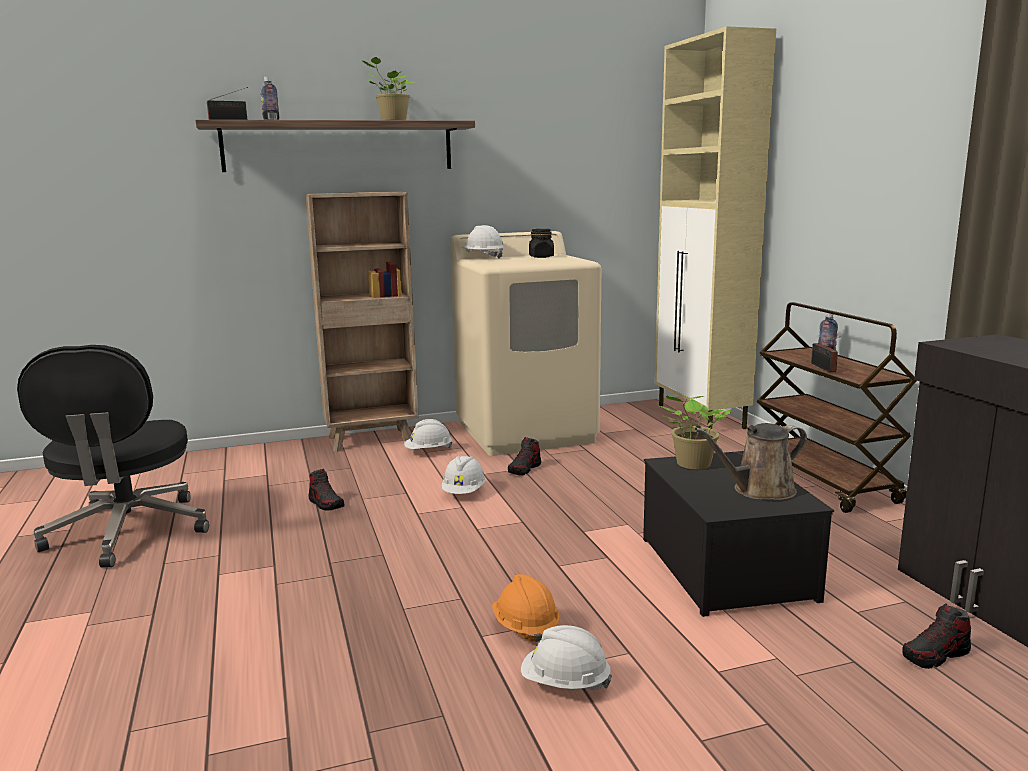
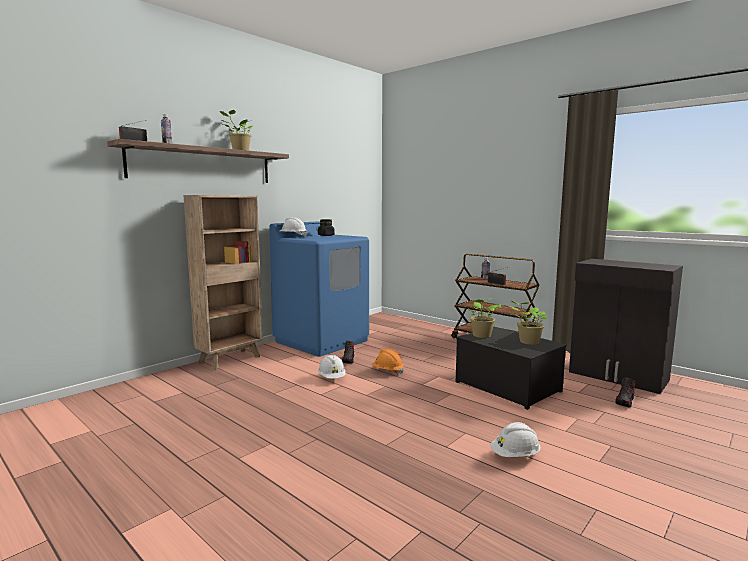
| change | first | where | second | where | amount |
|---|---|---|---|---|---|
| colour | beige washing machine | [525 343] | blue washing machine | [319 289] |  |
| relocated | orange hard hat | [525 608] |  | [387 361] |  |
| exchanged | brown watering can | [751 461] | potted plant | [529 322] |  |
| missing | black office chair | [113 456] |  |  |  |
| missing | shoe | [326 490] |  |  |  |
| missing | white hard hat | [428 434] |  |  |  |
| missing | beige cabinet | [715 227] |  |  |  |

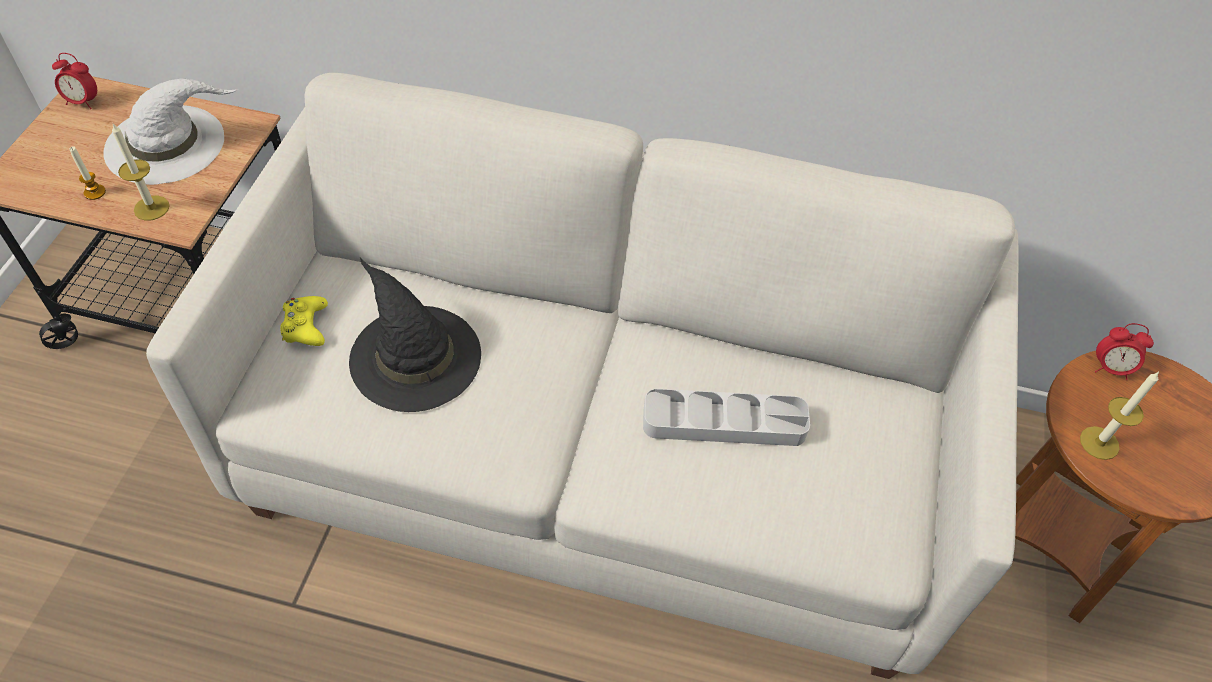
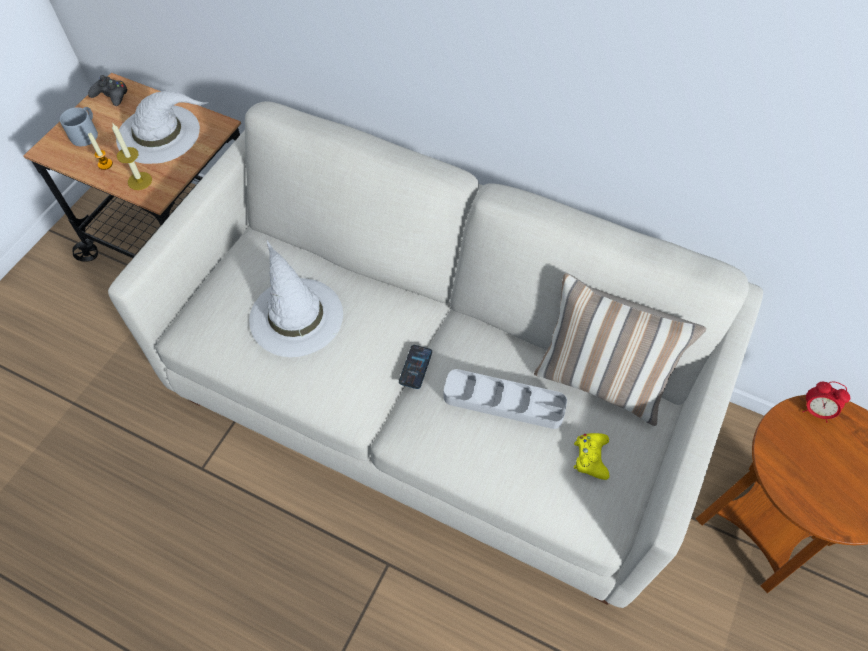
| change | first | where | second | where | amount |
|---|---|---|---|---|---|
| appeared |  |  | grey mug | [79 126] |  |
| exchanged | alarm clock | [74 81] | black game controller | [107 90] |  |
| colour | black hat | [415 335] | white hat | [296 298] |  |
| appeared |  |  | phone | [415 367] |  |
| appeared |  |  | pillow | [620 349] |  |
| relocated | yellow game controller | [304 321] |  | [591 456] |  |
| missing | candle | [1119 415] |  |  |  |

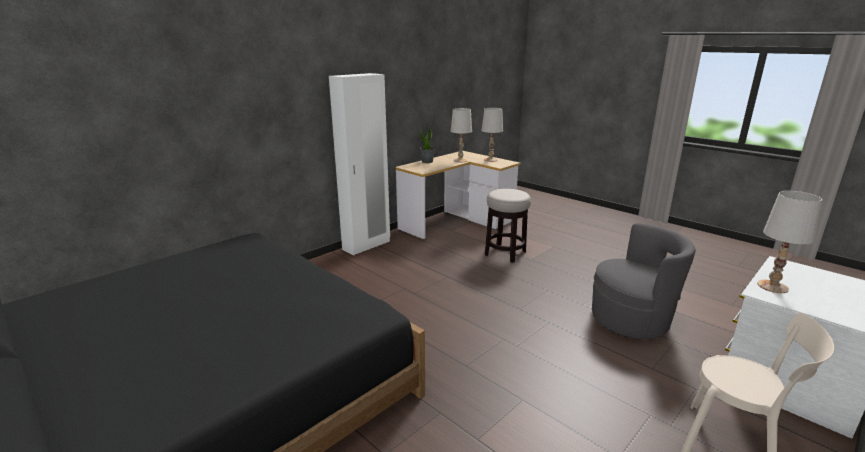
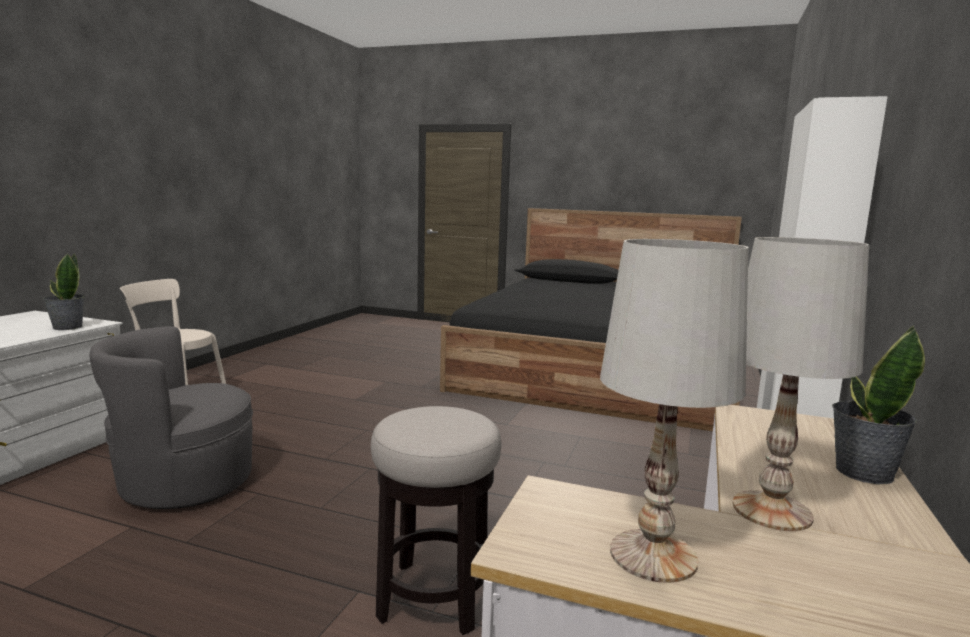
| change | first | where | second | where | amount |
|---|---|---|---|---|---|
| exchanged | white table lamp | [789 242] | potted plant | [64 291] |  |

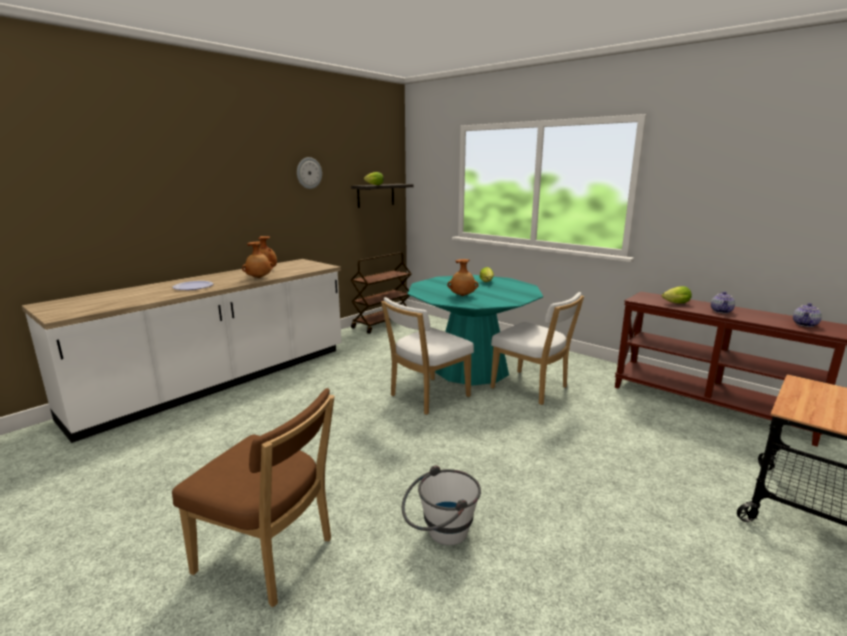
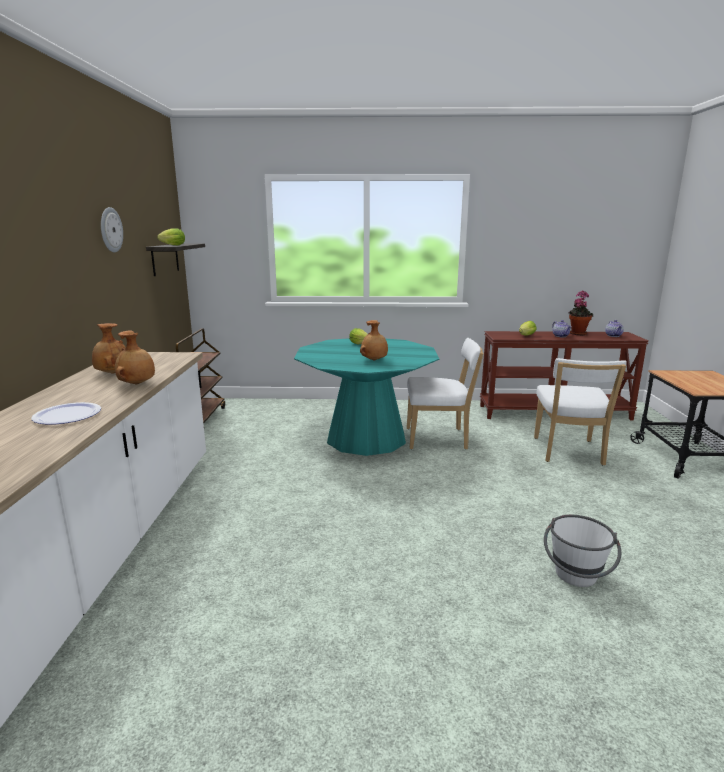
| change | first | where | second | where | amount |
|---|---|---|---|---|---|
| relocated | white chair | [427 356] |  | [580 411] |  |
| appeared |  |  | potted plant | [581 312] |  |
| missing | brown chair | [253 497] |  |  |  |

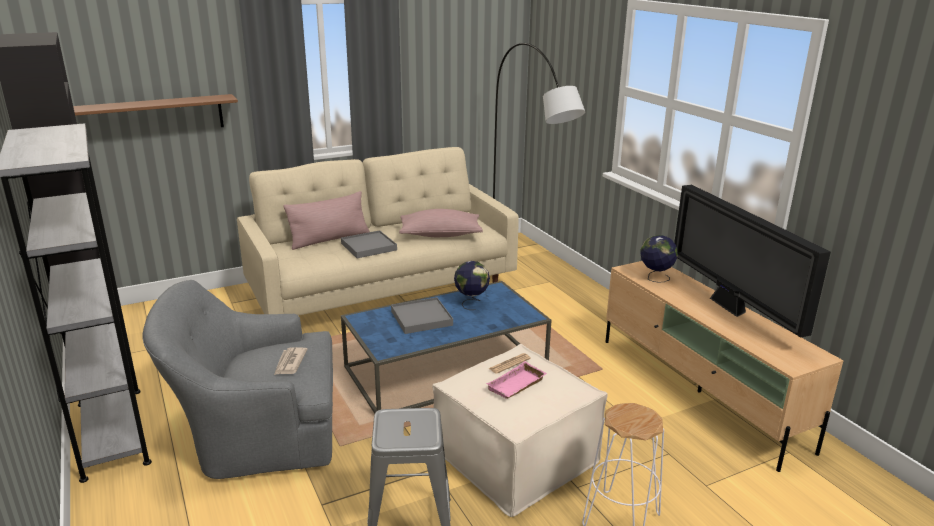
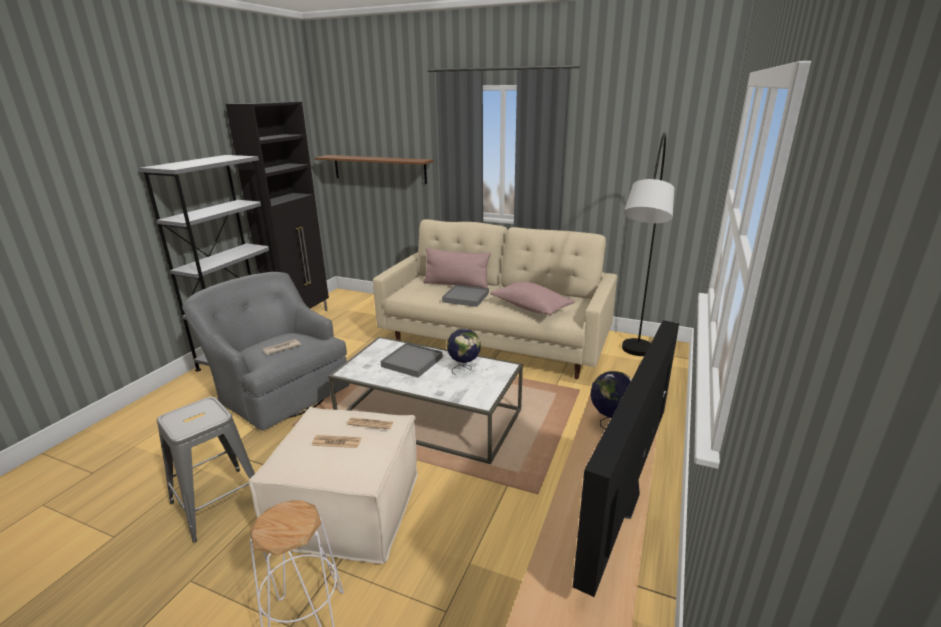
| change | first | where | second | where | amount |
|---|---|---|---|---|---|
| exchanged | pink tray | [516 380] | newspaper | [336 441] |  |
| colour | blue coffee table | [446 347] | white coffee table | [425 400] |  |

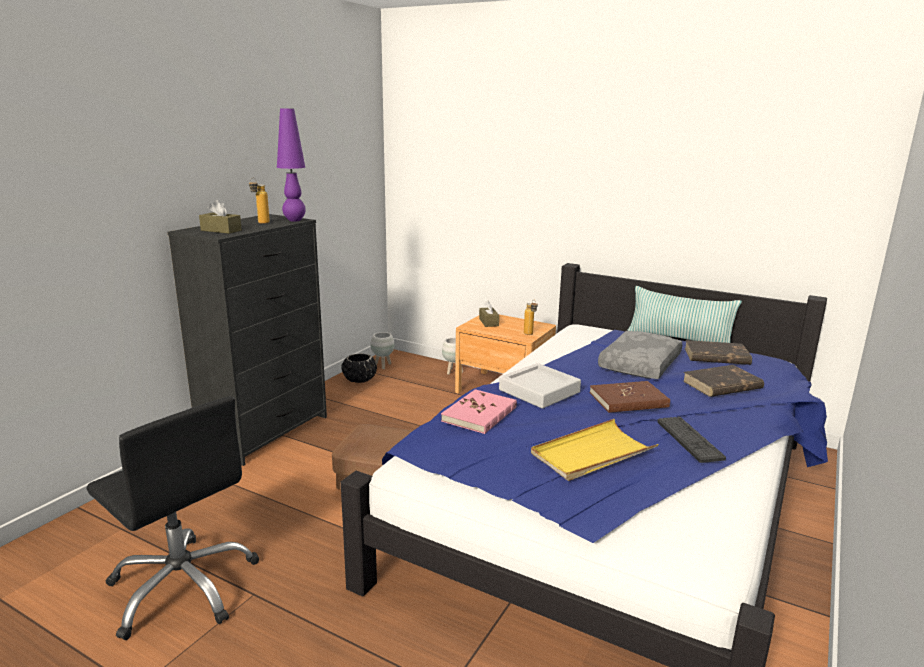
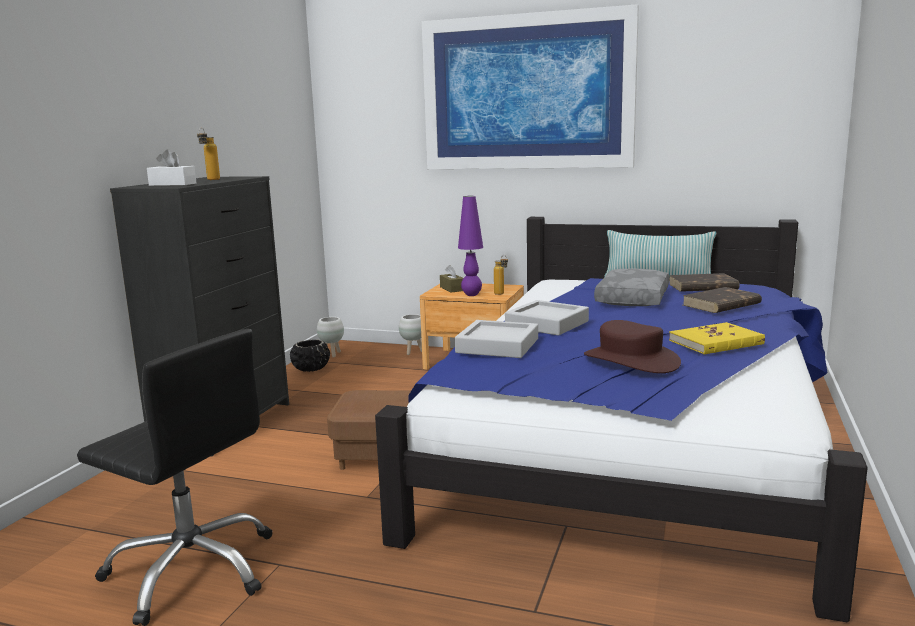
| change | first | where | second | where | amount |
|---|---|---|---|---|---|
| colour | brown tissue box | [220 217] | white tissue box | [171 167] |  |
| appeared |  |  | picture | [530 86] |  |
| exchanged | pink book | [479 411] | grey tray | [496 339] |  |
| relocated | purple table lamp | [291 165] |  | [470 246] |  |
| exchanged | yellow tray | [595 450] | brown hat | [632 346] |  |
| exchanged | keyboard | [691 440] | yellow book | [717 338] |  |
| missing | brown book | [630 397] |  |  |  |

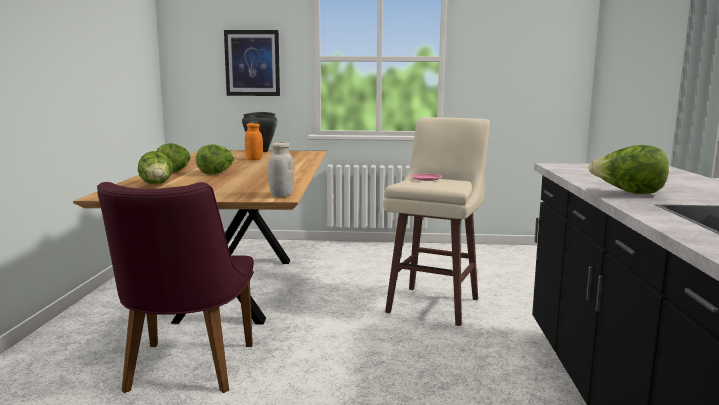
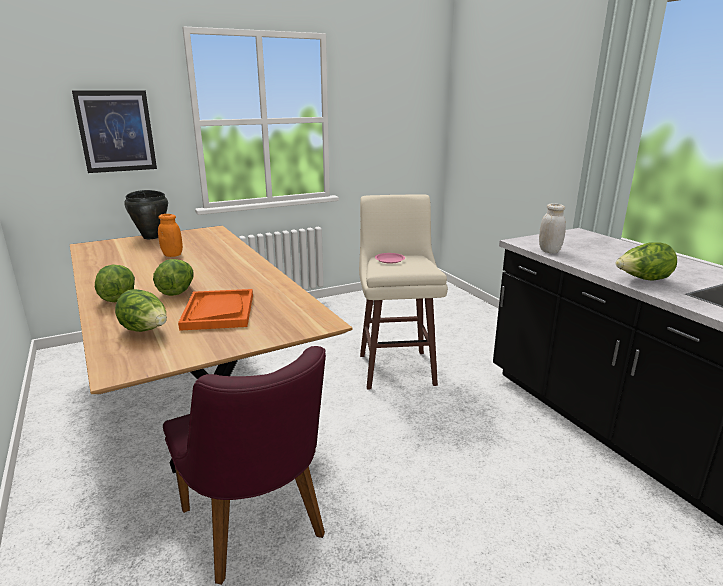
| change | first | where | second | where | amount |
|---|---|---|---|---|---|
| appeared |  |  | orange tray | [215 310] |  |
| relocated | white jar | [281 169] |  | [552 228] |  |

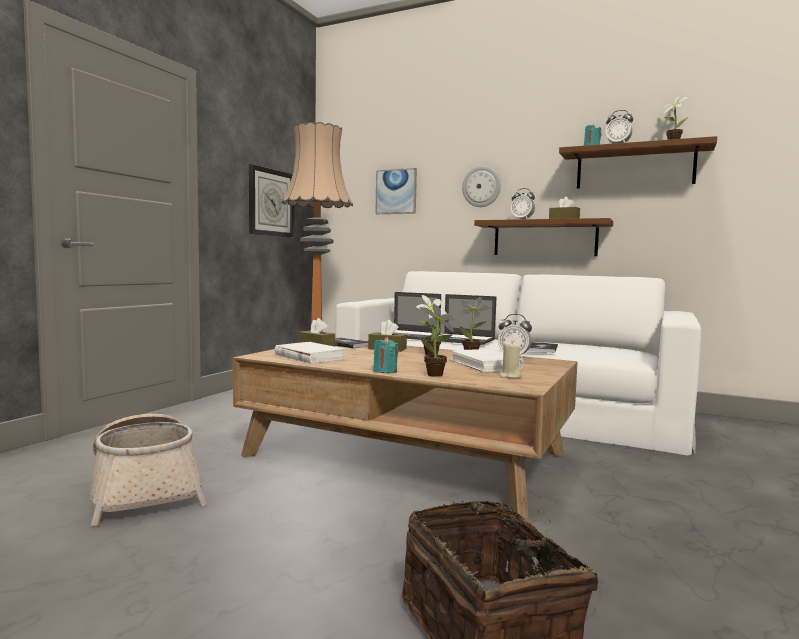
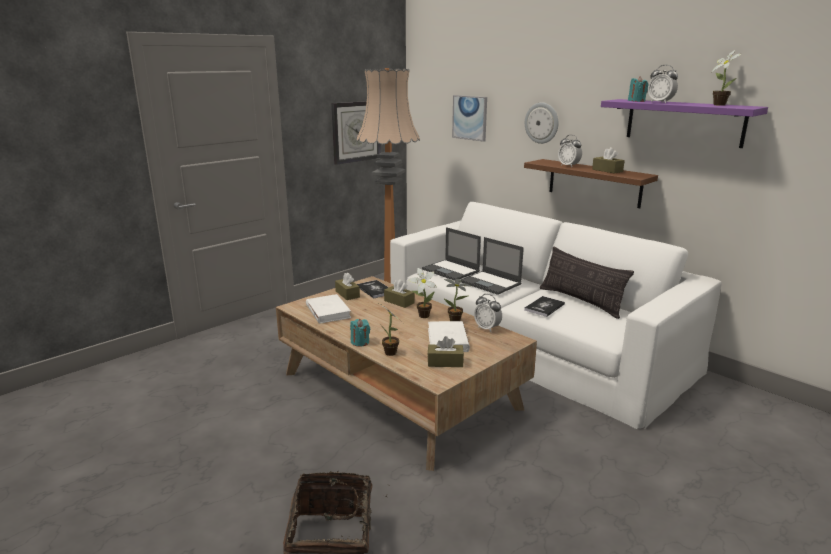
| change | first | where | second | where | amount |
|---|---|---|---|---|---|
| exchanged | beige candle | [510 360] | brown tissue box | [445 351] |  |
| appeared |  |  | pillow | [587 283] |  |
| colour | brown shelf | [638 162] | purple shelf | [684 123] |  |
| missing | basket | [148 470] |  |  |  |

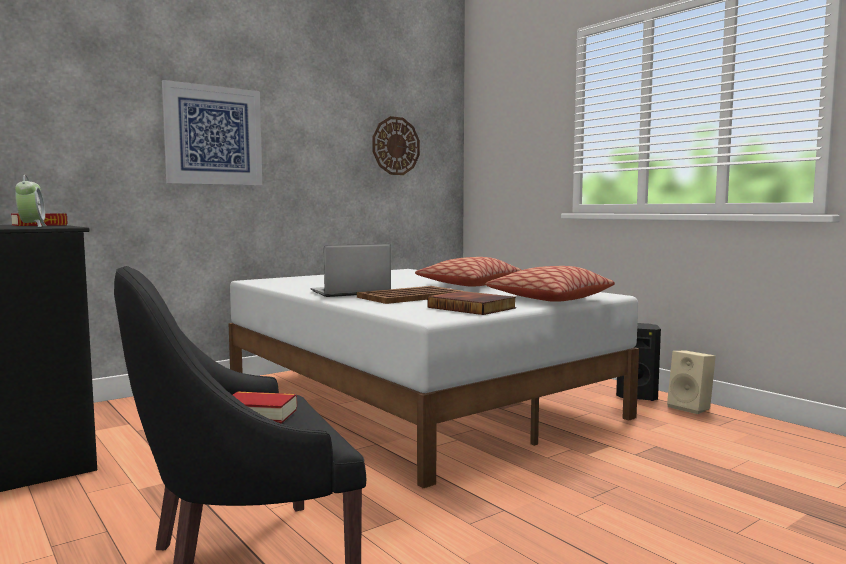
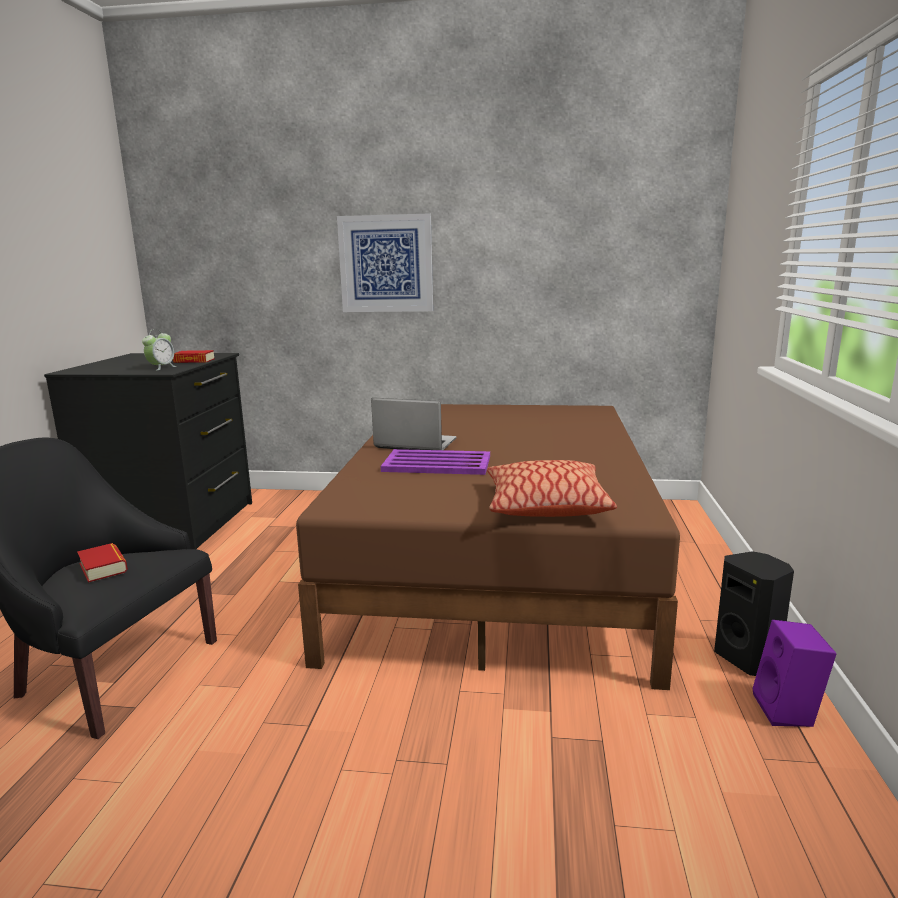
| change | first | where | second | where | amount |
|---|---|---|---|---|---|
| colour | white bed | [433 378] | brown bed | [488 547] |  |
| colour | brown tray | [409 295] | purple tray | [435 462] |  |
| colour | beige speaker | [691 382] | purple speaker | [794 673] |  |
| missing | wall clock | [396 145] |  |  |  |
| missing | pillow | [468 272] |  |  |  |
| missing | book | [471 303] |  |  |  |

